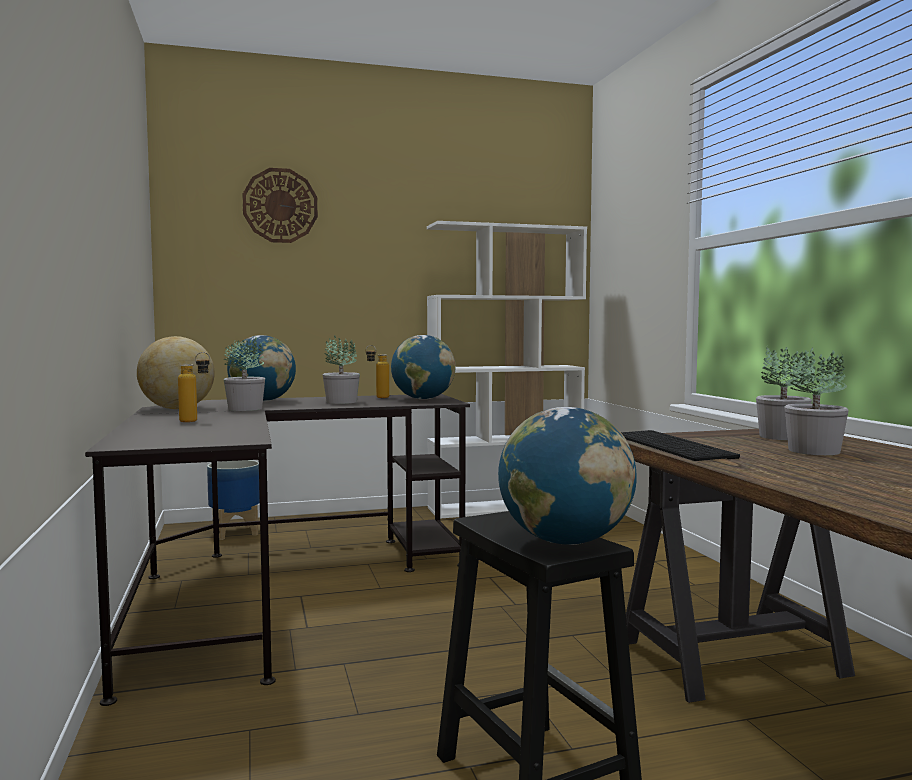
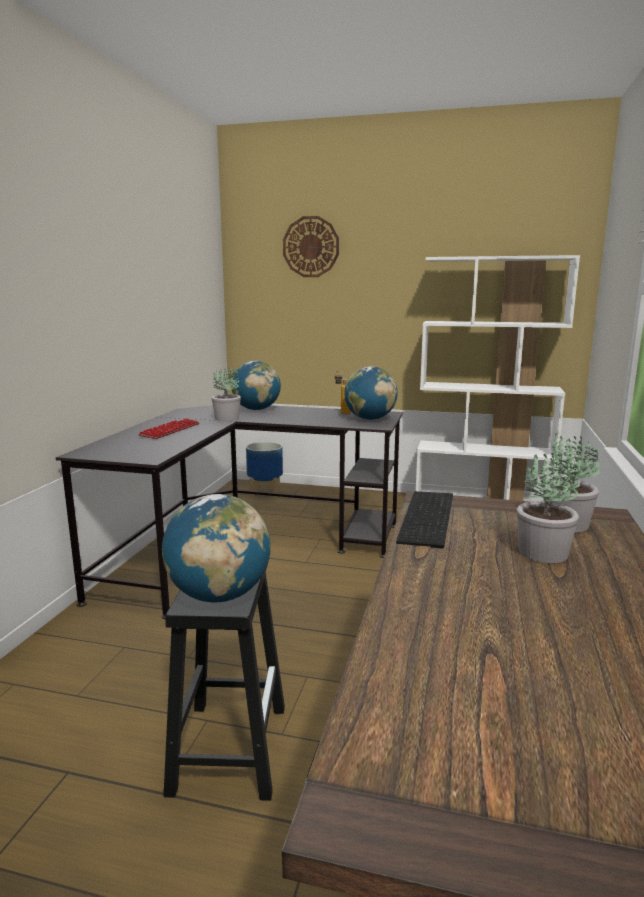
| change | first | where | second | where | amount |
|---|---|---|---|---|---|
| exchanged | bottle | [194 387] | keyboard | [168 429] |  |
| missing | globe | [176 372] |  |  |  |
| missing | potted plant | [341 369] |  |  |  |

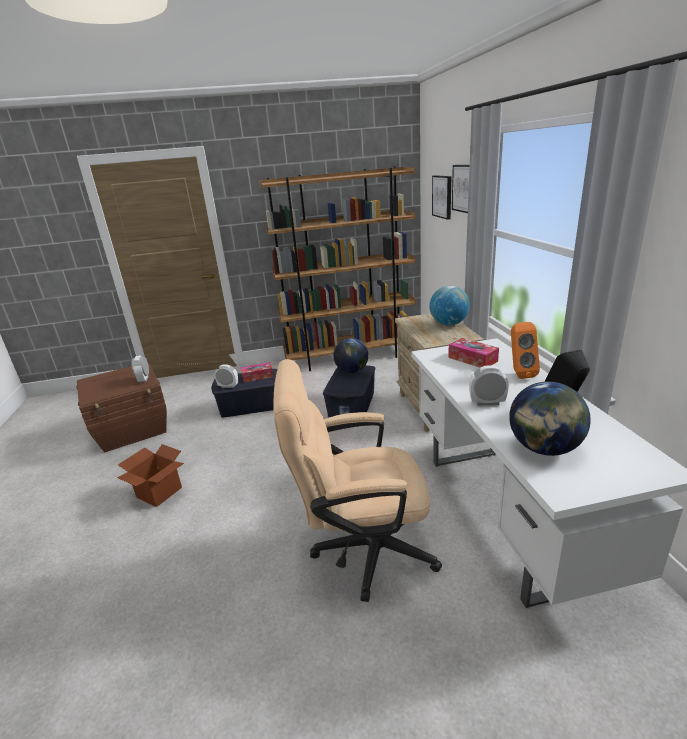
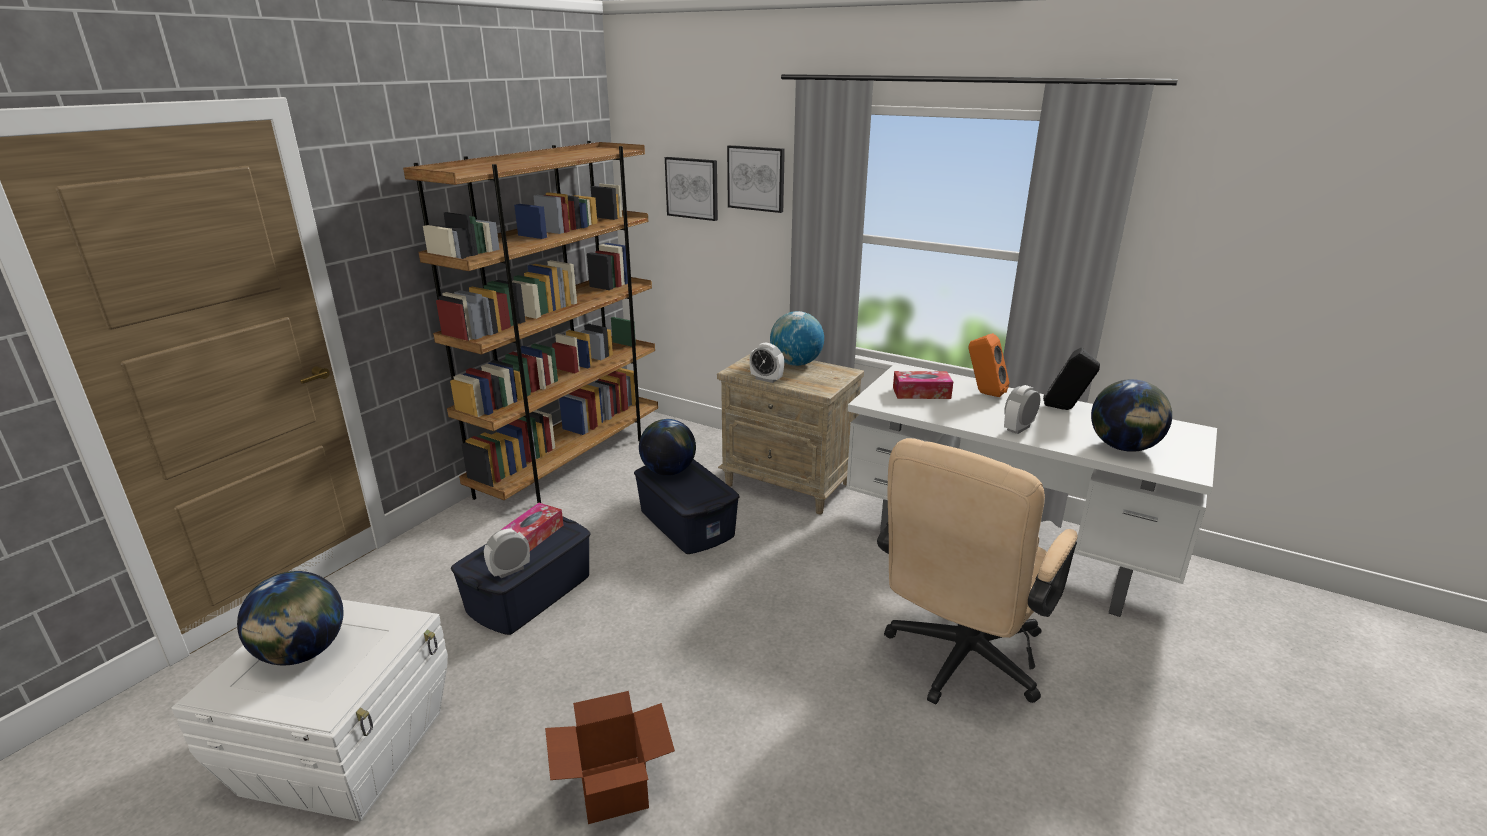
| change | first | where | second | where | amount |
|---|---|---|---|---|---|
| colour | brown storage box | [121 407] | white storage box | [310 711] |  |
| appeared |  |  | globe | [290 618] |  |
| relocated | alarm clock | [140 369] |  | [766 363] |  |

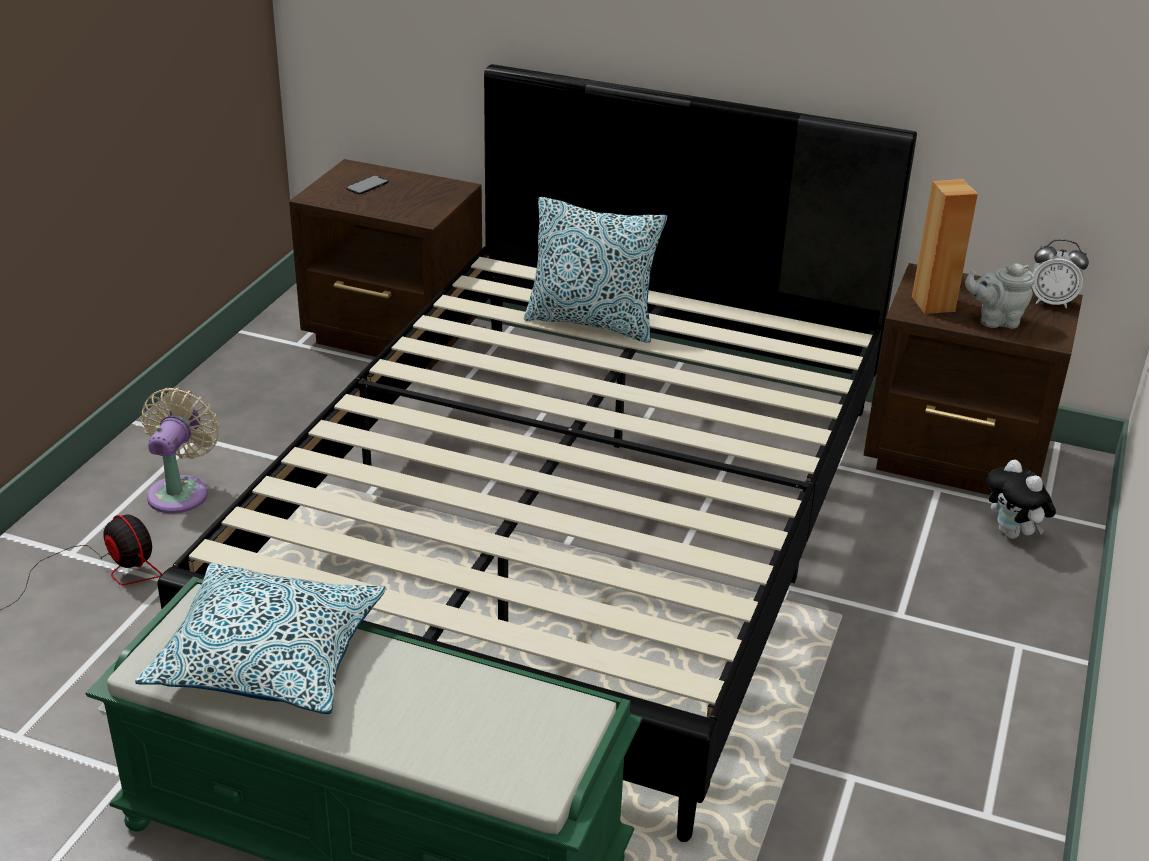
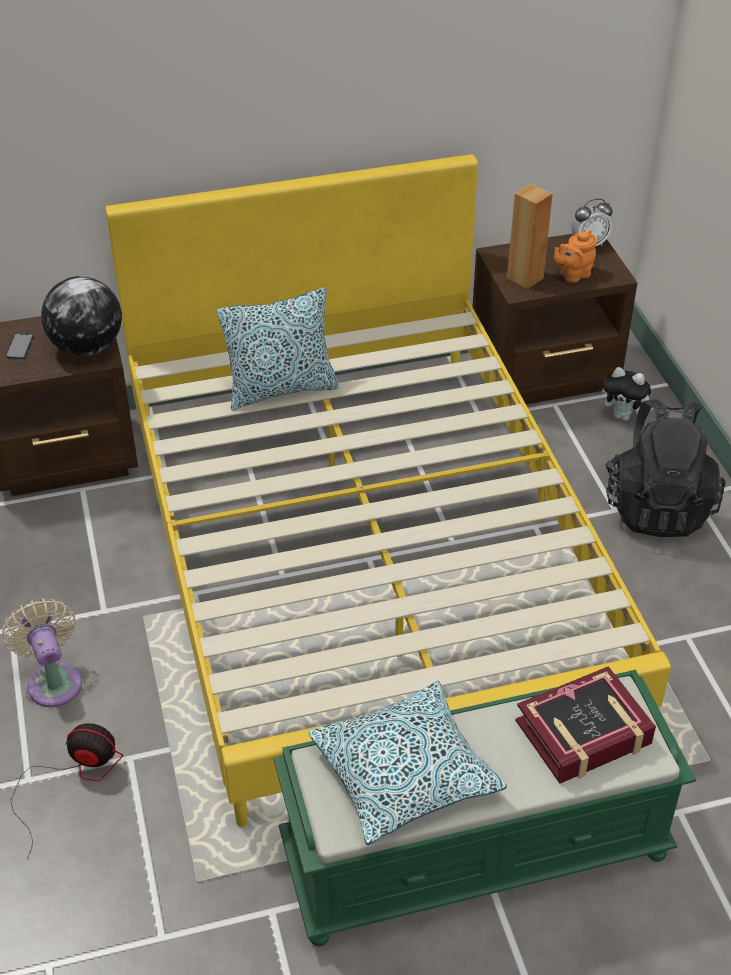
| change | first | where | second | where | amount |
|---|---|---|---|---|---|
| appeared |  |  | globe | [81 316] |  |
| colour | black bed | [537 453] | yellow bed | [388 490] |  |
| appeared |  |  | book | [585 725] |  |
| colour | grey teapot | [1000 296] | orange teapot | [575 256] |  |
| appeared |  |  | black backpack | [666 468] |  |

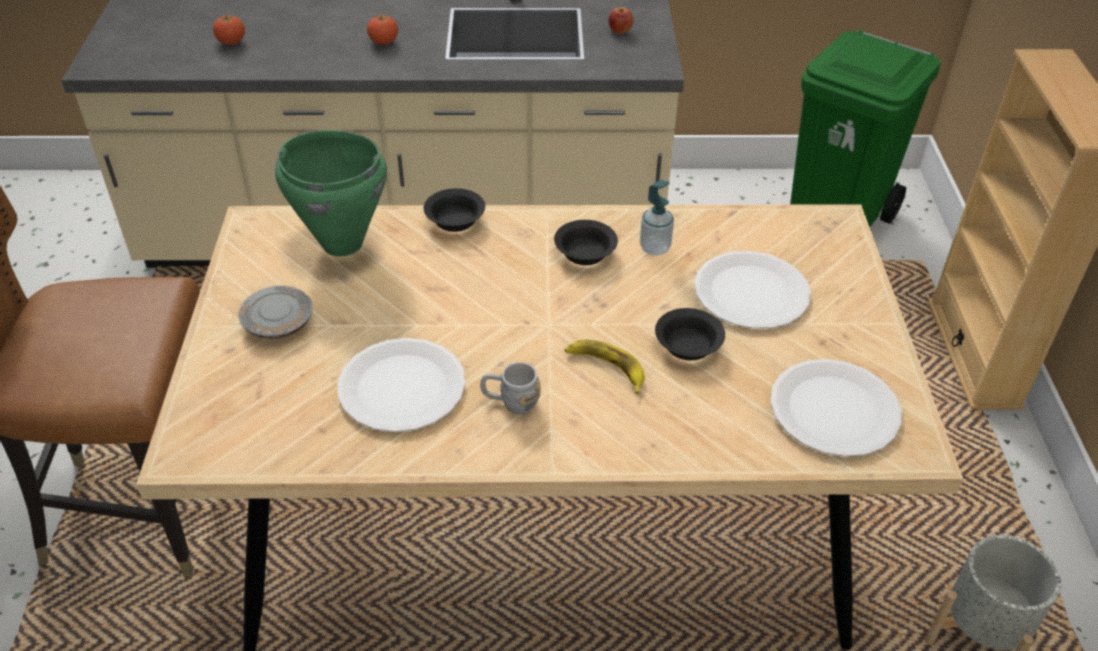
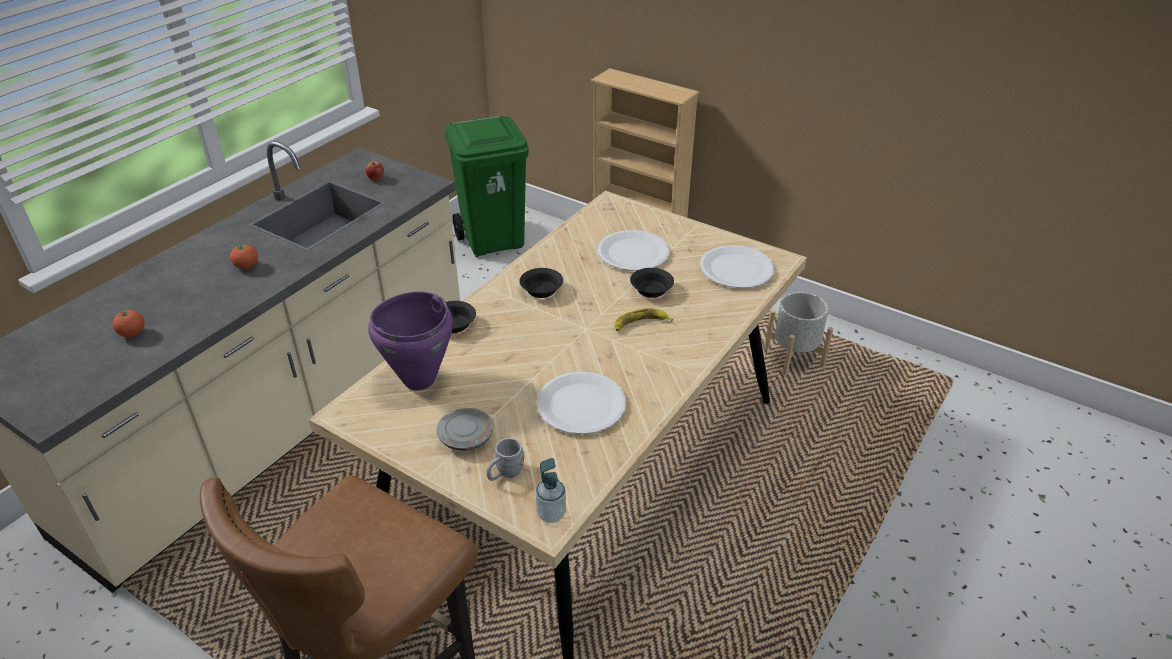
| change | first | where | second | where | amount |
|---|---|---|---|---|---|
| colour | green cooking pot | [331 193] | purple cooking pot | [410 340] |  |
| relocated | grey mug | [510 388] |  | [506 459] |  |
| relocated | soap dispenser | [657 218] |  | [551 490] |  |

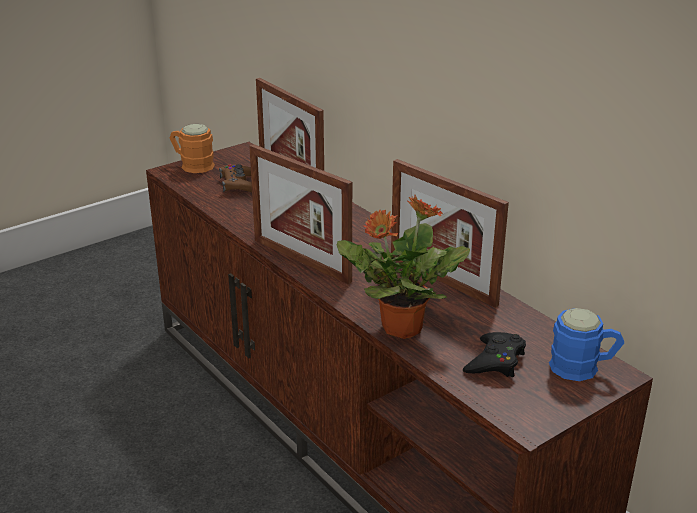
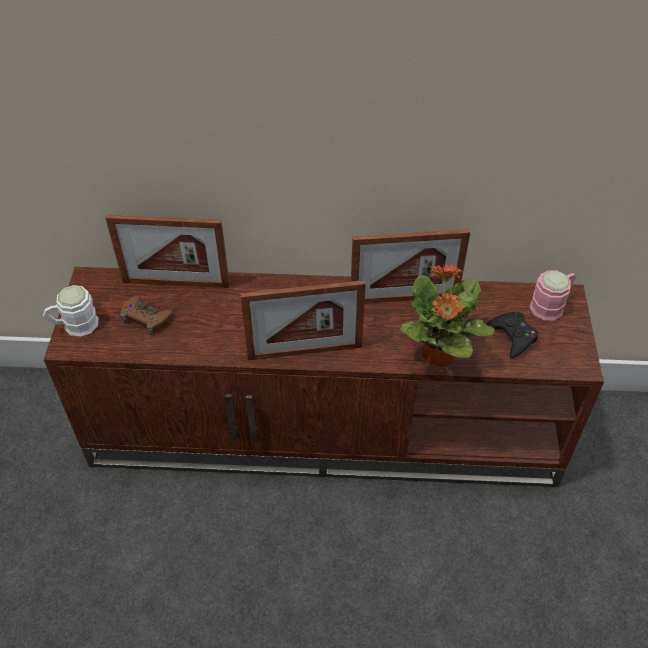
| change | first | where | second | where | amount |
|---|---|---|---|---|---|
| colour | orange mug | [192 148] | white mug | [70 311] |  |
| colour | blue mug | [586 344] | pink mug | [552 295] |  |

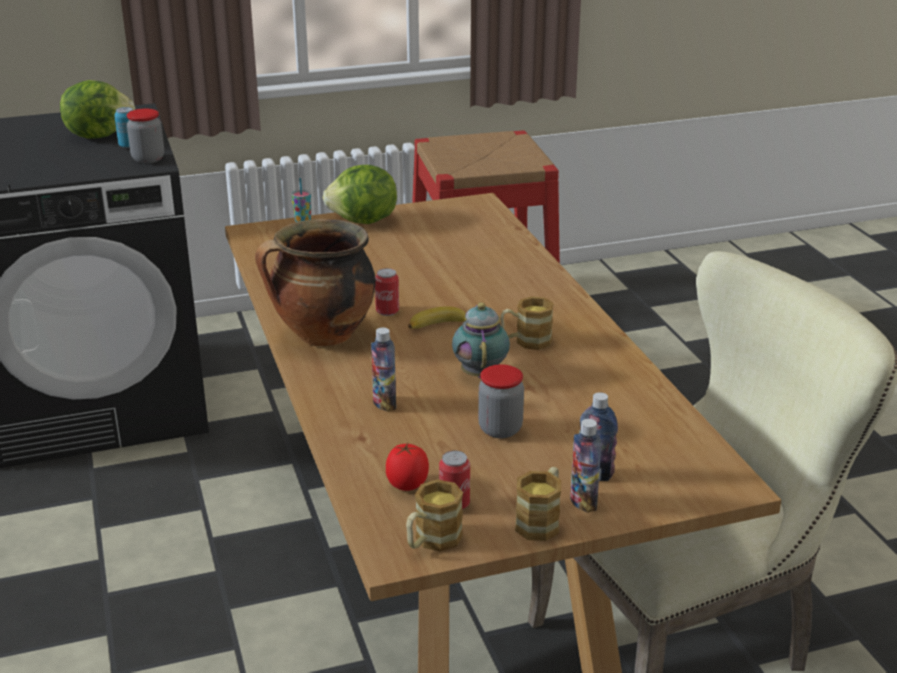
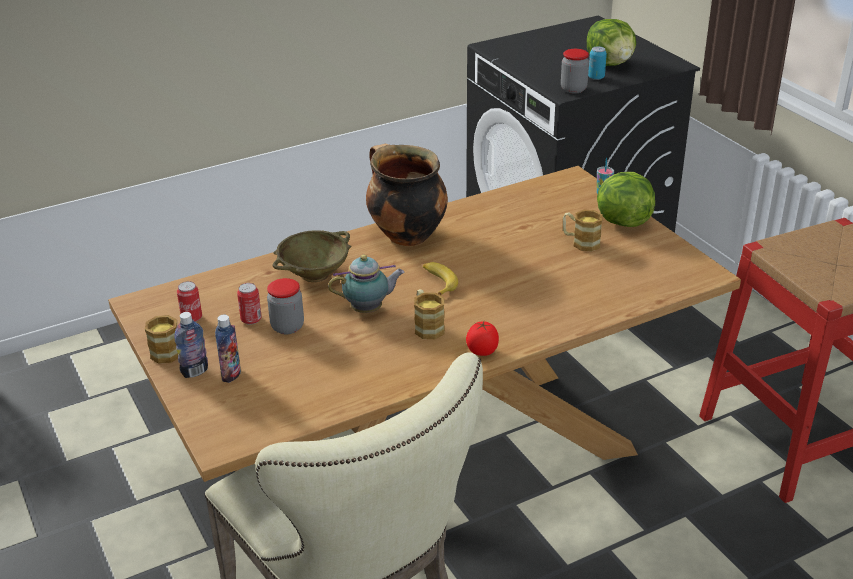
| change | first | where | second | where | amount |
|---|---|---|---|---|---|
| relocated | can | [387 292] |  | [249 304] |  |
| exchanged | bottle | [383 369] | beige bowl | [311 256] |  |
| relocated | tomato | [407 467] |  | [482 338] |  |
| relocated | mug | [434 515] |  | [583 230] |  |

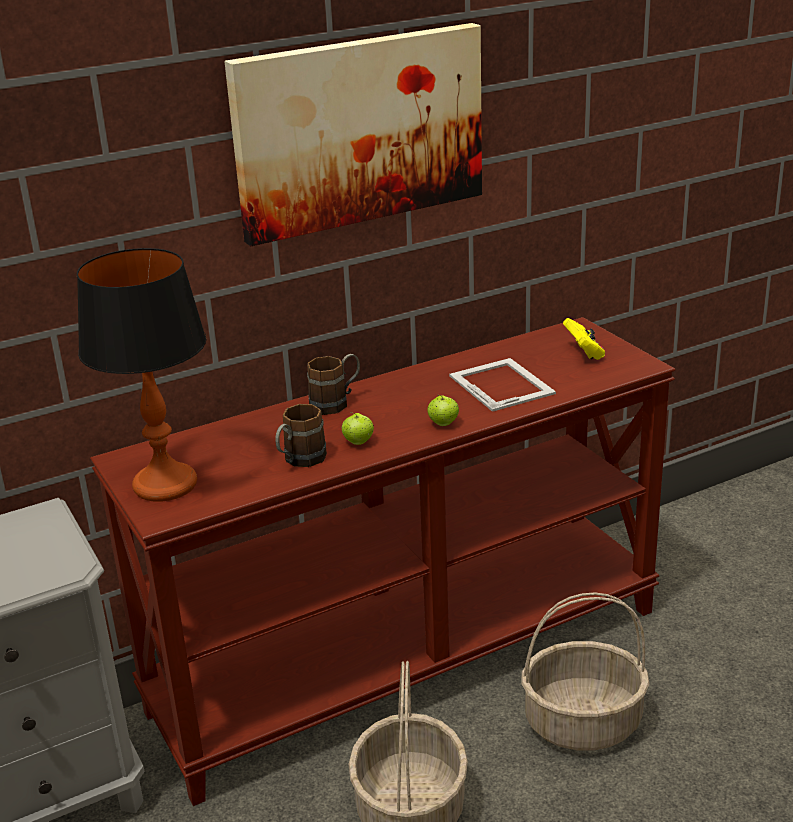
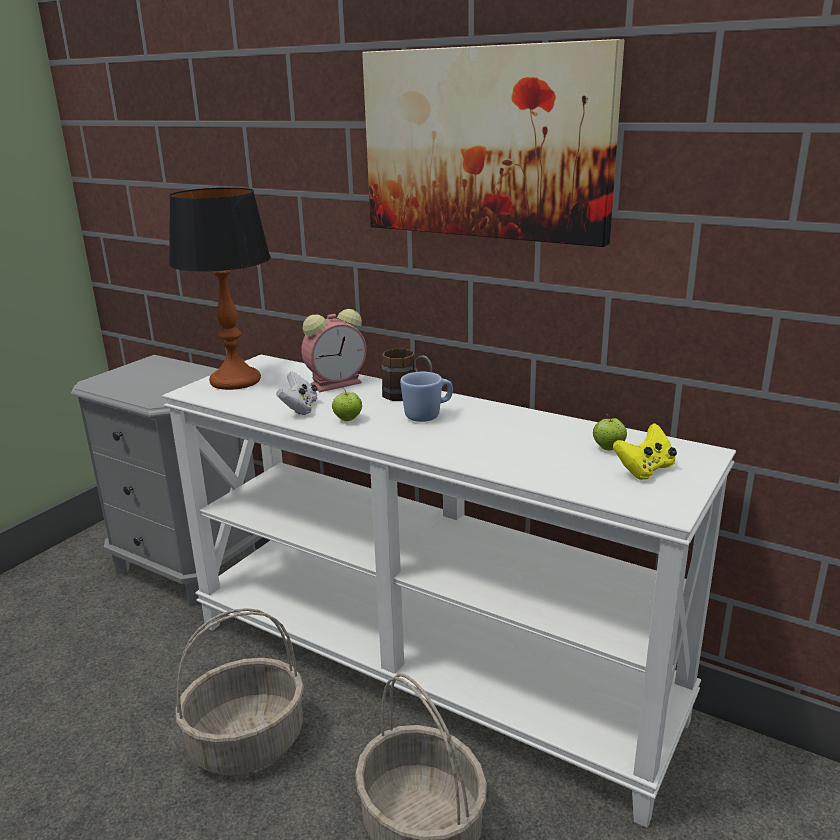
| change | first | where | second | where | amount |
|---|---|---|---|---|---|
| colour | brown console table | [382 561] | white console table | [449 591] |  |
| exchanged | brown mug | [301 435] | white game controller | [297 393] |  |
| appeared |  |  | alarm clock | [334 350] |  |
| appeared |  |  | blue mug | [426 397] |  |
| relocated | apple | [443 410] |  | [610 432] |  |
| missing | picture frame | [502 385] |  |  |  |

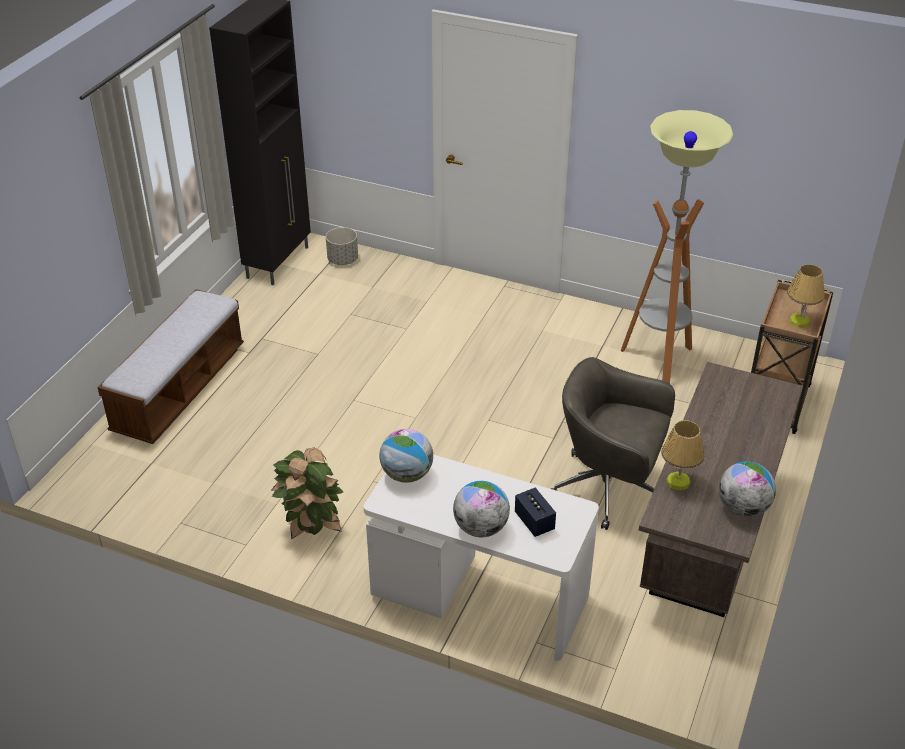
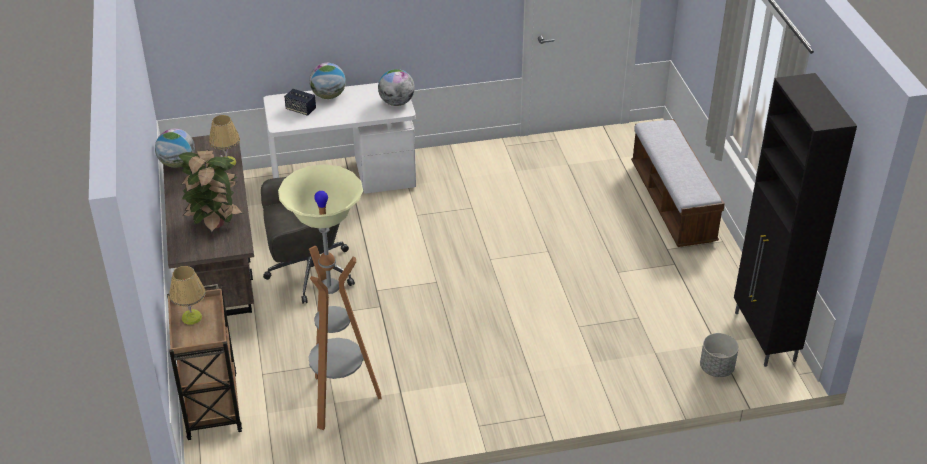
| change | first | where | second | where | amount |
|---|---|---|---|---|---|
| relocated | potted plant | [307 493] |  | [211 191] |  |

